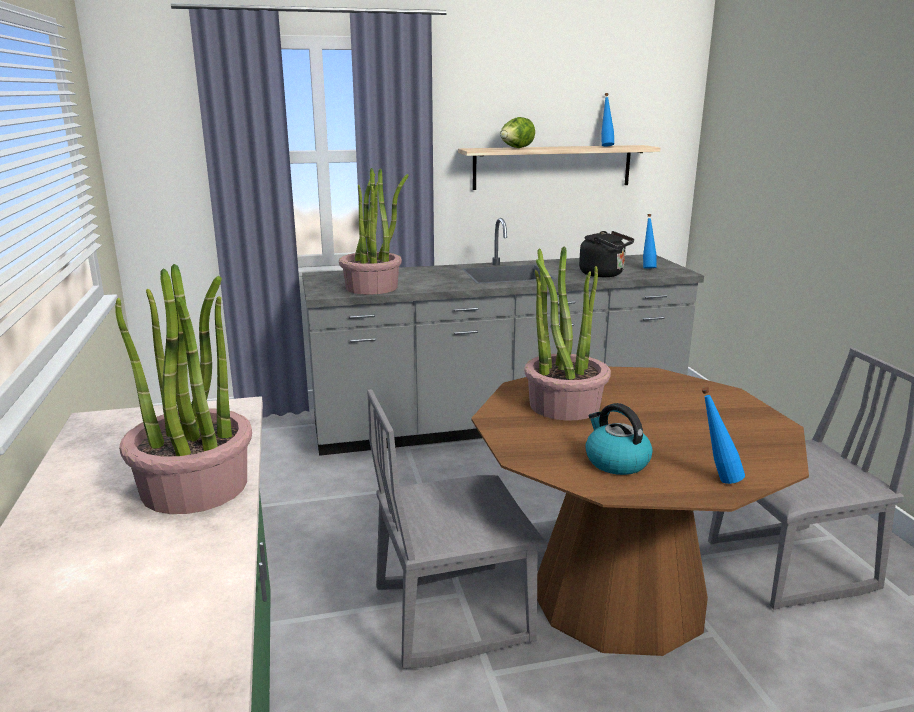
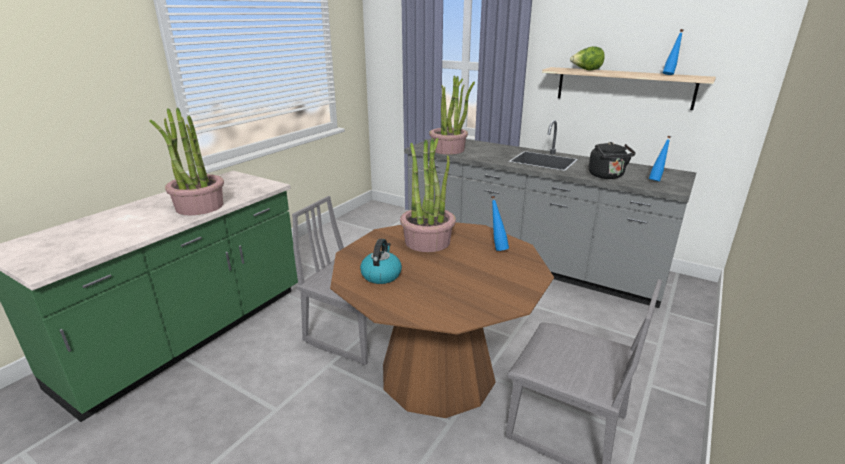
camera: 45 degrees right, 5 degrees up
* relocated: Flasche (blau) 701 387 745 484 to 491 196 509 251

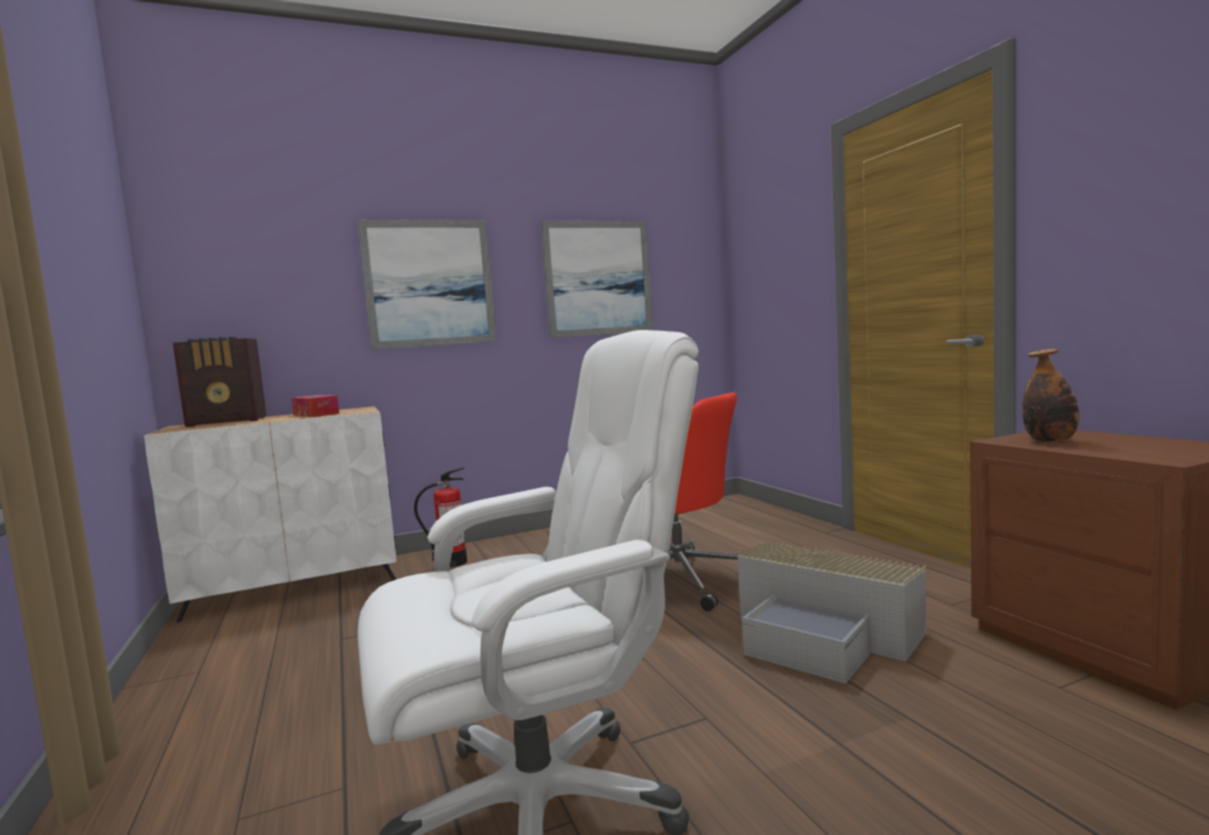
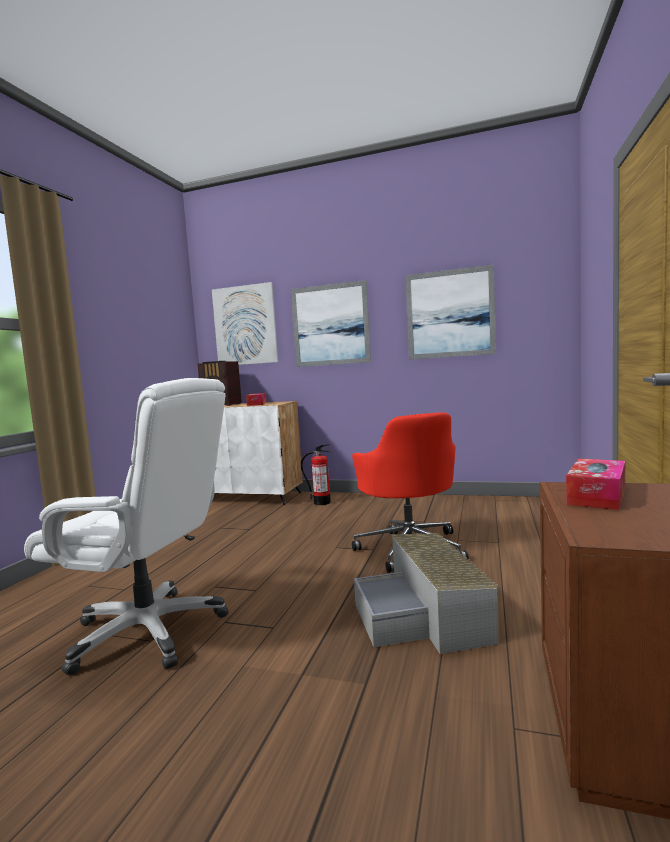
camera: 40 degrees right, 0 degrees up
* appeared: Bild 212 282 278 365
* exchanged: Flasche 1022 349 1079 442 to Taschentuchbox 566 458 625 510

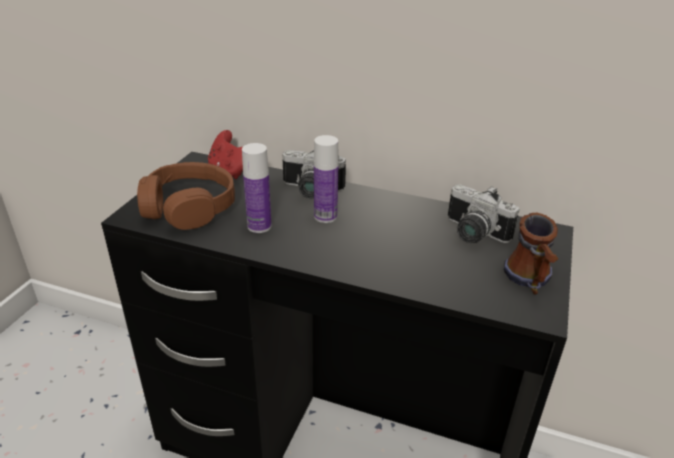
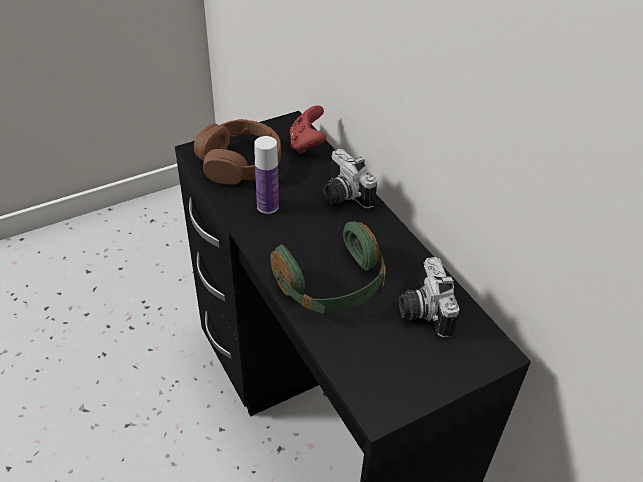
camera: 40 degrees right, 10 degrees up
* appeared: Kopfhörer (grün) 270 221 386 314
* missing: Flasche 314 135 339 223
* missing: Henkelbecher 504 213 558 295

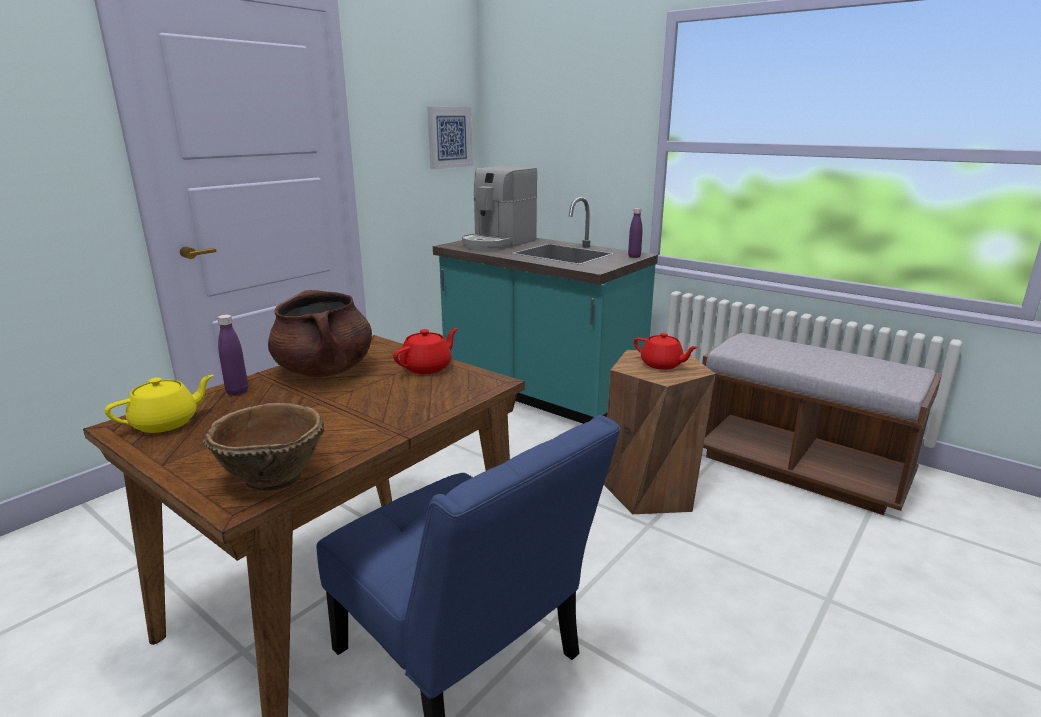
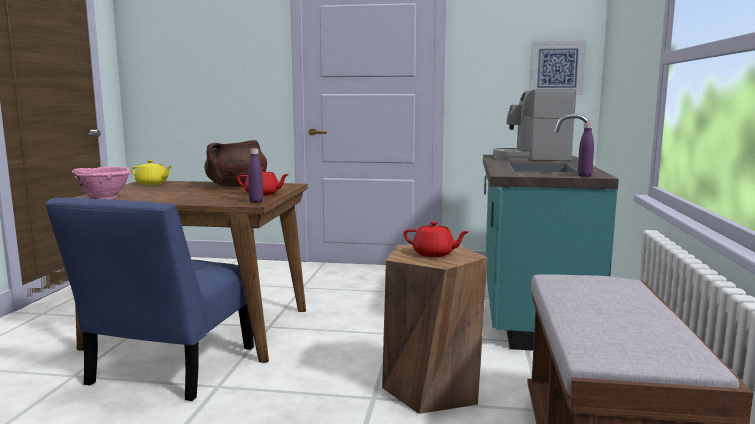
camera: 60 degrees right, 10 degrees down
* colour: Schüssel (braun) 203 403 324 491 to Schüssel (rosa) 72 167 131 199
* relocated: Flasche (lila) 217 315 248 396 to 248 149 263 203
* spun: Teekanne (rot) 634 333 698 370 = 404 221 469 257 75 degrees counterclockwise

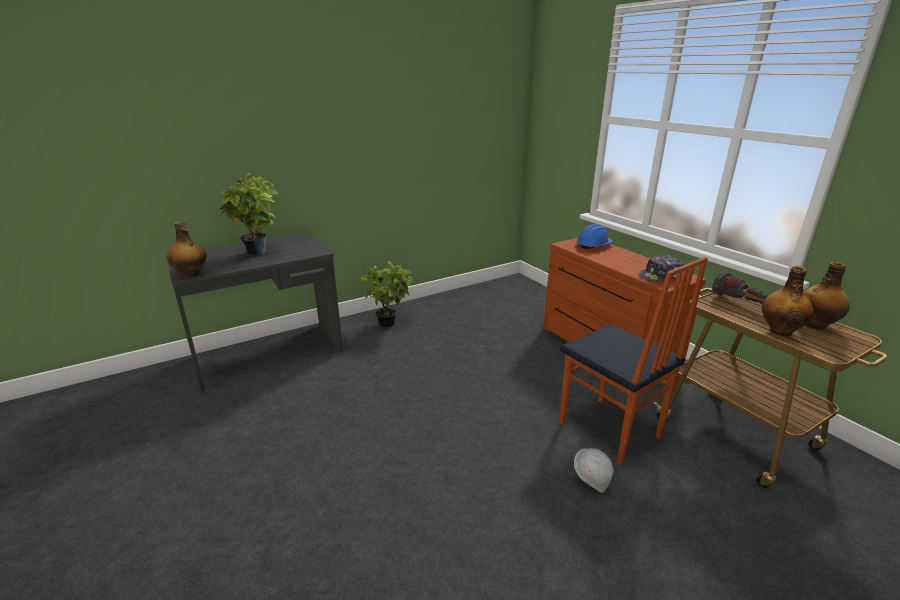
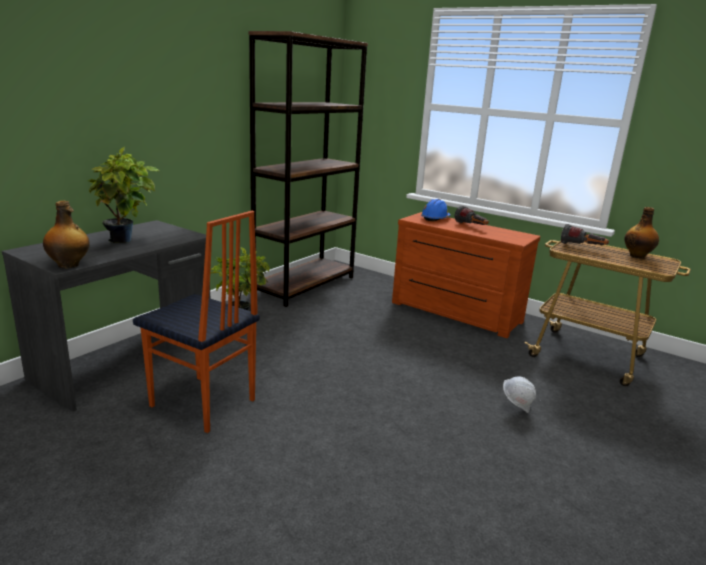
camera: 25 degrees left, 5 degrees down
* relocated: Stuhl 559 257 708 466 to 133 211 260 433
* appeared: Bücherregal (braun) 248 31 368 307
* appeared: Taschenlampe 455 206 489 225
* missing: Kappe 639 255 684 282
* missing: Flasche 762 266 814 336

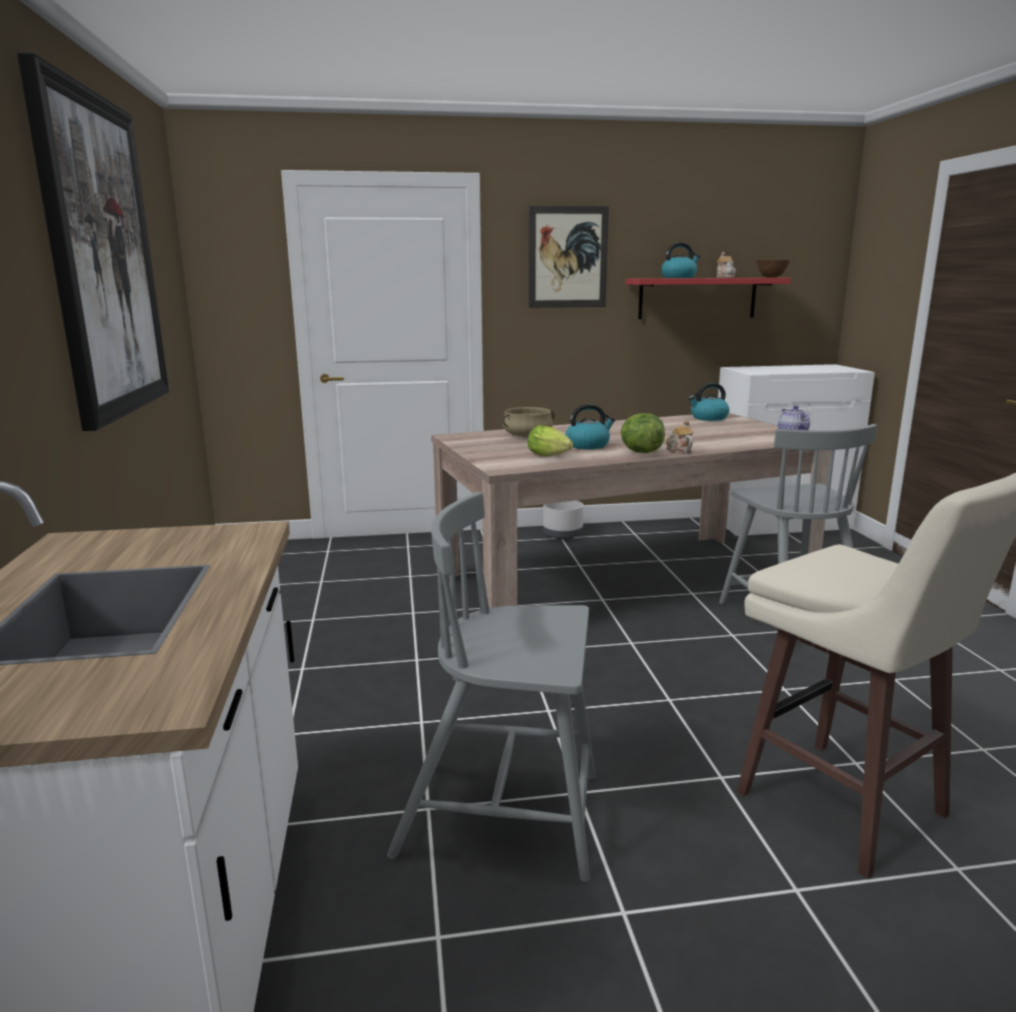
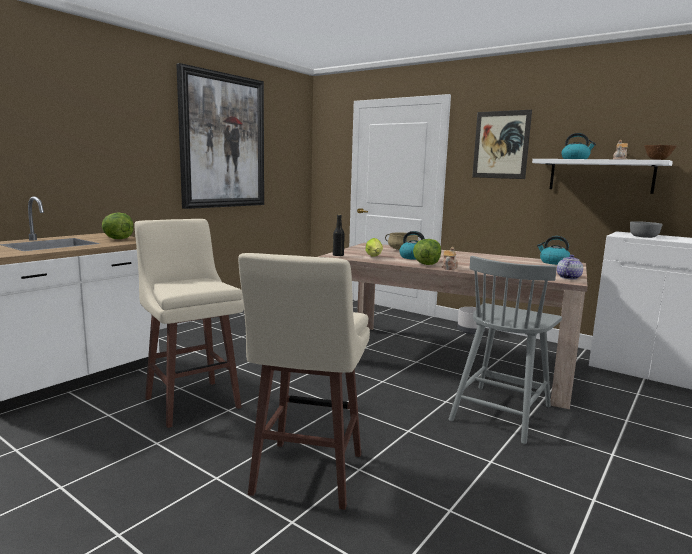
camera: 45 degrees right, 5 degrees down
* appeared: Salatkopf 102 213 134 239
* exchanged: Stuhl (grau) 387 492 596 882 to Hocker (beige) 134 219 244 428
* appeared: Flasche (schwarz) 333 215 345 256
* colour: Wandregal (rot) 626 278 791 319 to Wandregal (weiß) 532 159 673 194
* appeared: Schüssel (grau) 630 221 663 238

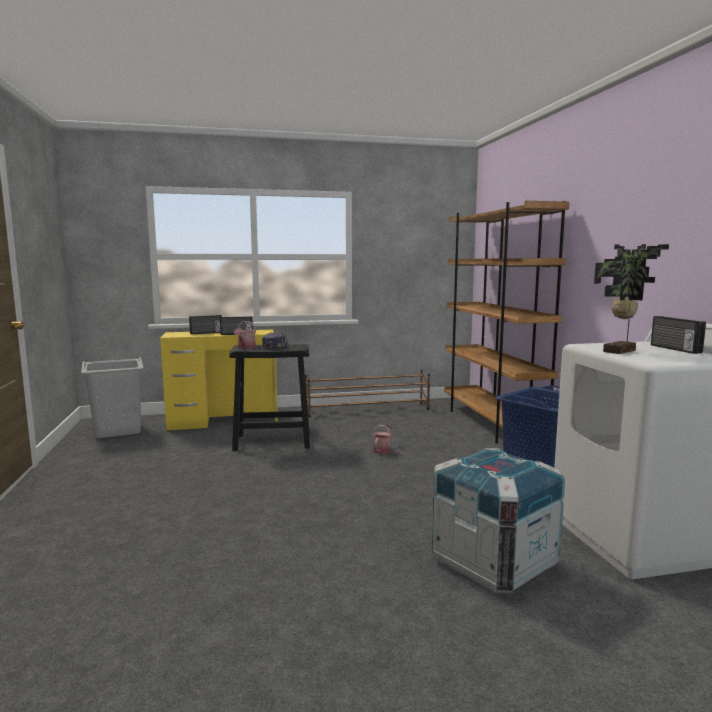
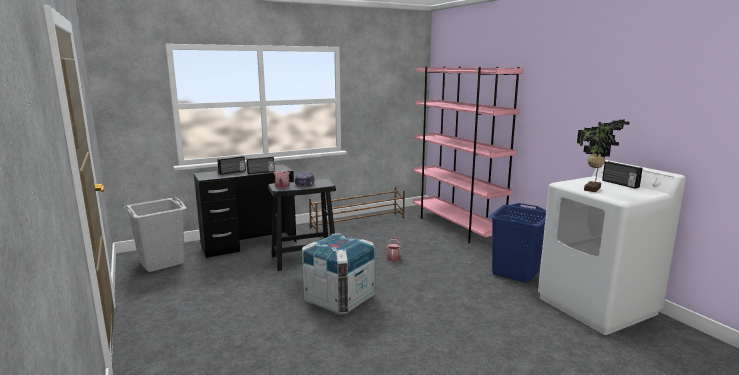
camera: 15 degrees left, 5 degrees up
* colour: Schreibtisch (gelb) 160 330 278 431 to Schreibtisch (schwarz) 194 164 296 258
* relocated: Kiste 432 448 565 594 to 302 233 376 315
* colour: Bücherregal (braun) 444 201 569 444 to Bücherregal (rosa) 413 66 524 243

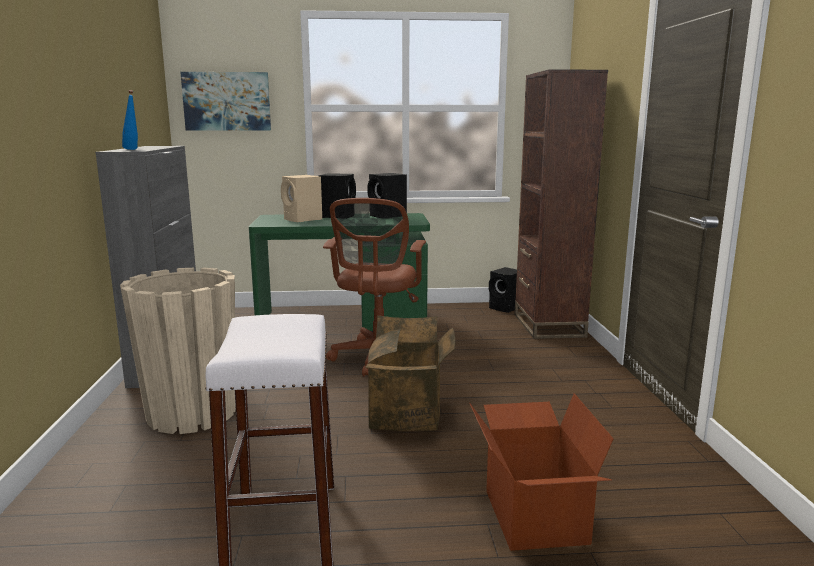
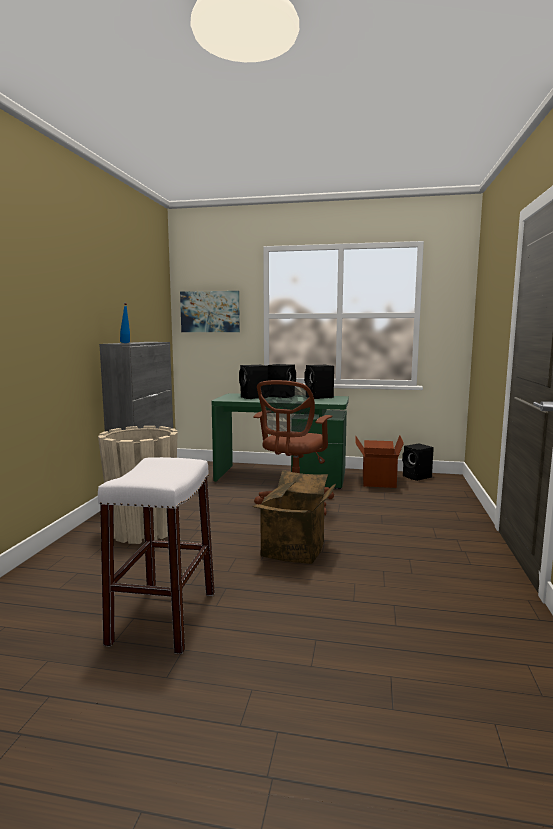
camera: 15 degrees right, 5 degrees down
* colour: Lautsprecher (beige) 281 175 322 222 to Lautsprecher (schwarz) 239 365 268 399
* relocated: Karton 469 393 614 551 to 355 435 404 488
* missing: Bücherregal (braun) 514 69 608 339

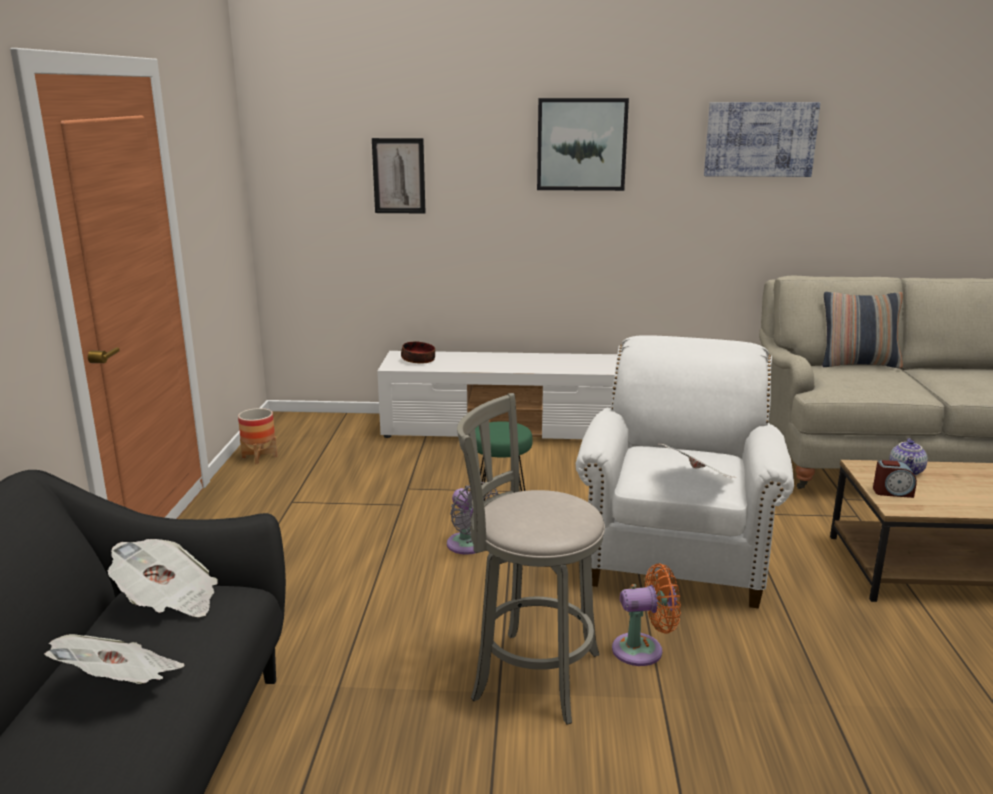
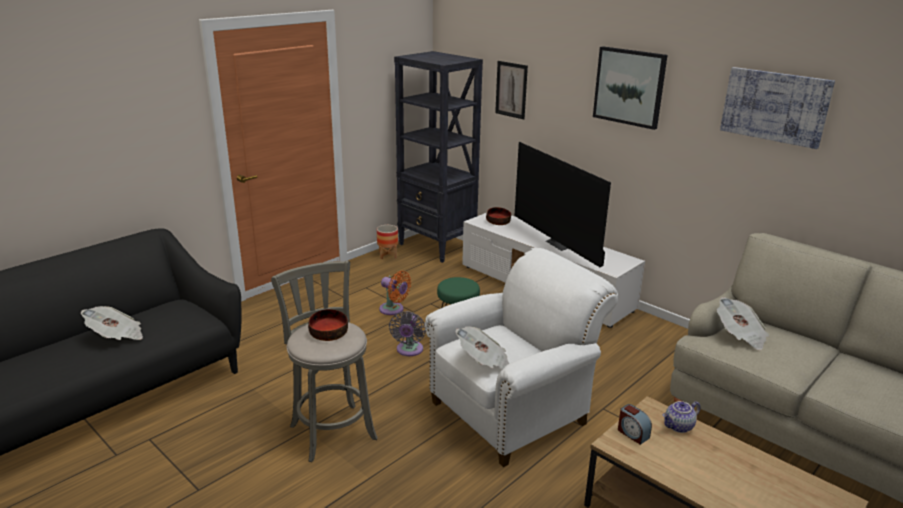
camera: 40 degrees right, 5 degrees up
* appeared: Schüssel 308 309 348 341
* relocated: Ventilator (orange) 612 563 681 666 to 379 271 411 315
* appeared: Bücherregal (schwarz) 394 51 483 263
* appeared: Fernseher 514 142 611 267
* relocated: Zeitung 108 539 218 617 to 717 297 769 351
* missing: Kissen 822 292 903 368

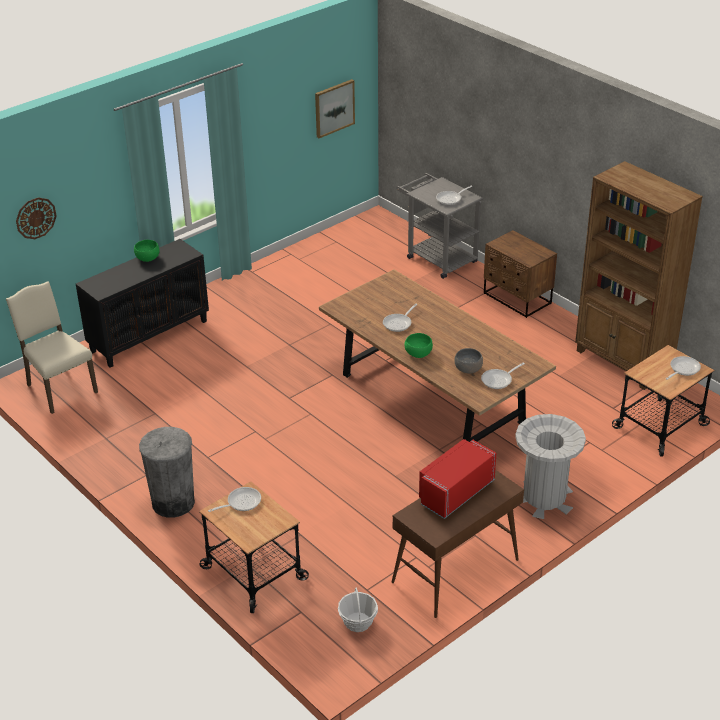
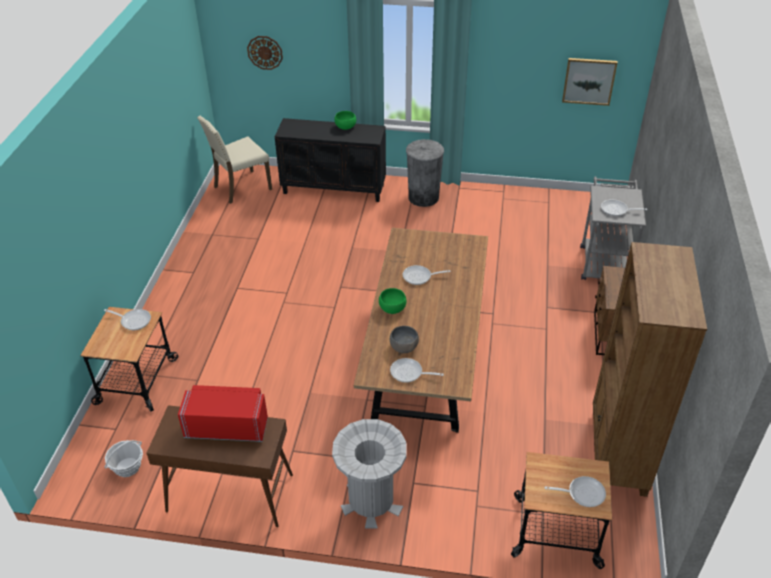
camera: 50 degrees right, 5 degrees up
* spun: Stuhl (beige) 6 281 98 414 = 197 116 272 204 135 degrees counterclockwise
* relocated: Mülleimer (grau) 139 427 195 518 to 406 139 444 207

